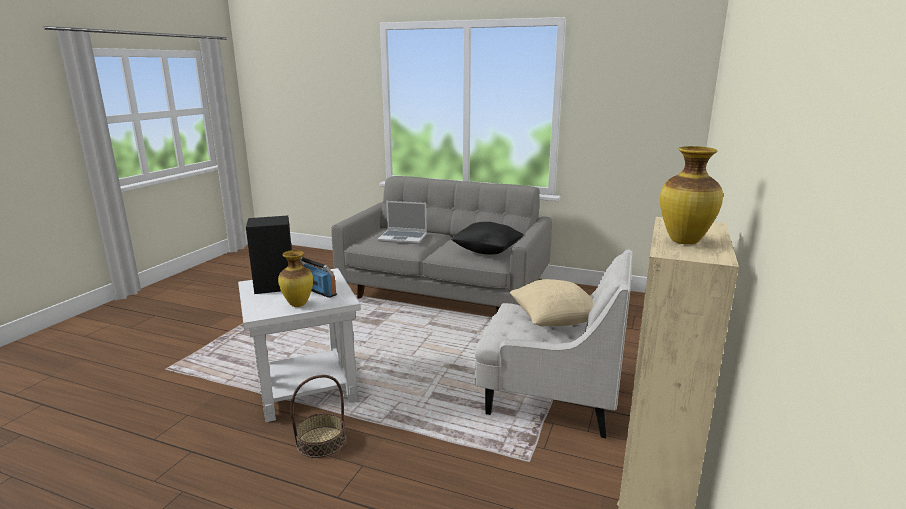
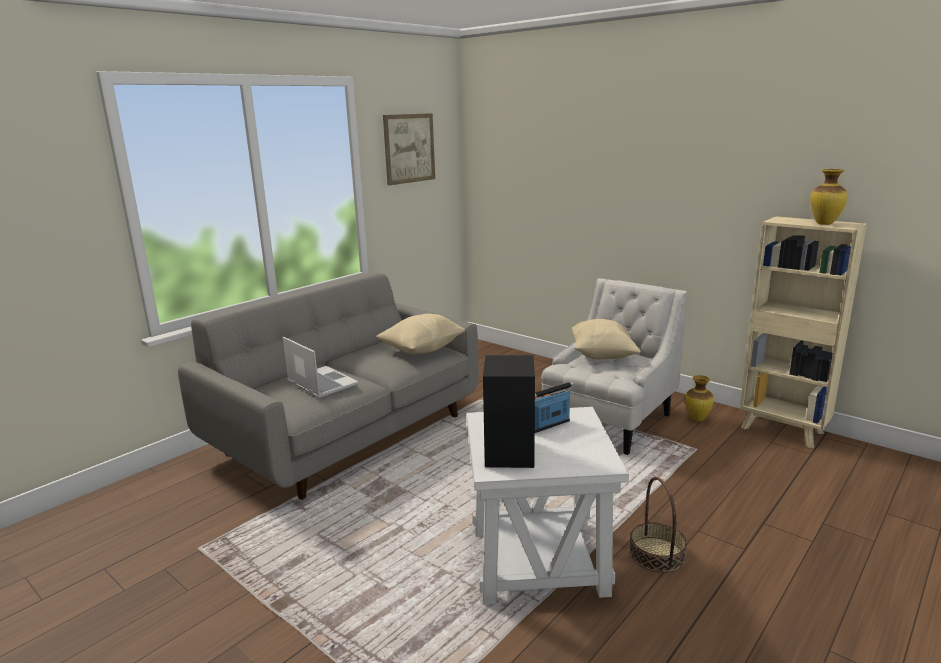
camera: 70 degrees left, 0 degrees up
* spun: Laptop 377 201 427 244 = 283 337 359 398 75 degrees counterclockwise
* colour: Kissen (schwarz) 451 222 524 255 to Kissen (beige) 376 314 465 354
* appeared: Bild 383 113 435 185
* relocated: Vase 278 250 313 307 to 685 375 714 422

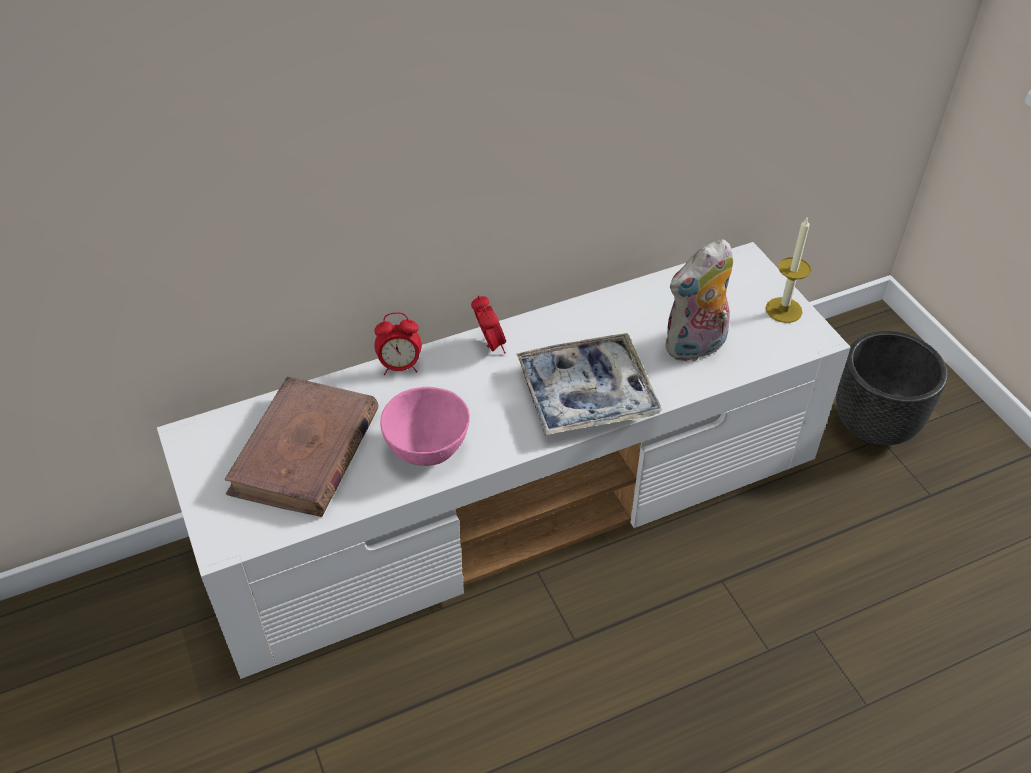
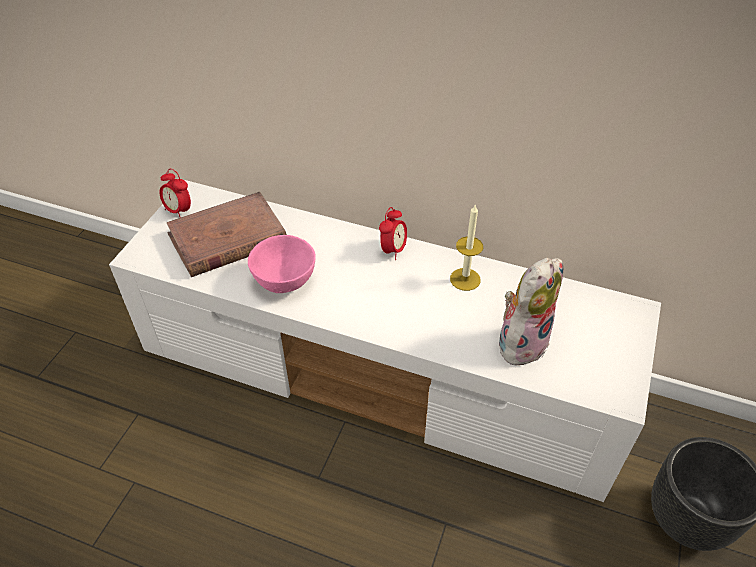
camera: 45 degrees right, 0 degrees up
* relocated: Wecker 374 312 422 375 to 159 169 191 218
* relocated: Kerze 766 218 811 323 to 450 205 483 291
* spun: Plüschtier 665 239 733 361 = 499 258 563 367 120 degrees clockwise
* missing: Tablett 517 333 662 436

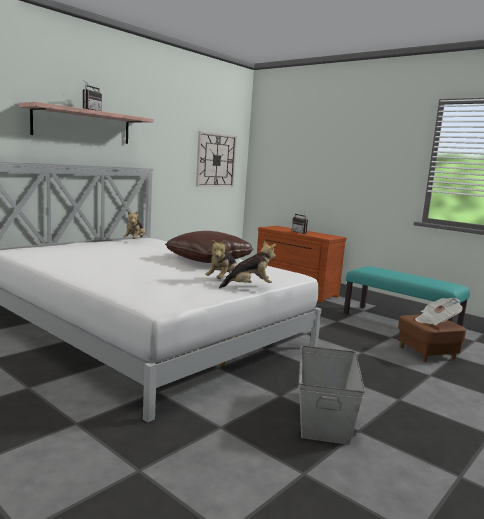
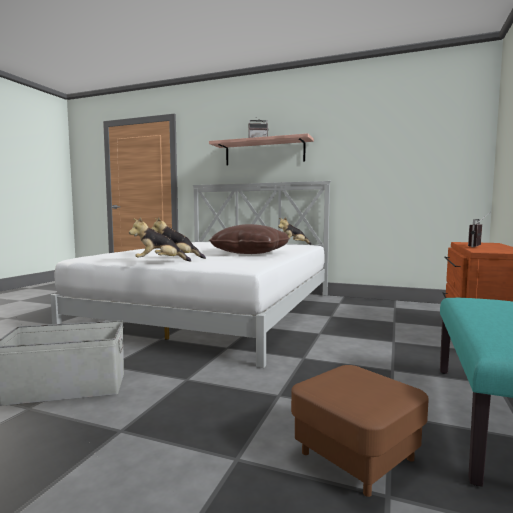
camera: 70 degrees right, 5 degrees down
* spun: Plüschtier 219 240 276 288 = 129 217 192 262 120 degrees clockwise
* missing: Wanduhr 196 131 237 187
* missing: Zeitung 415 298 463 325

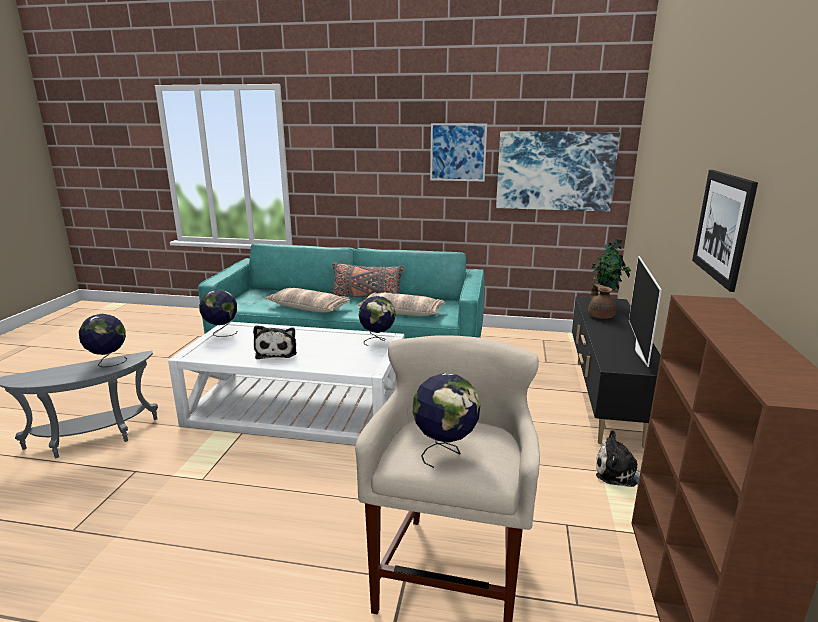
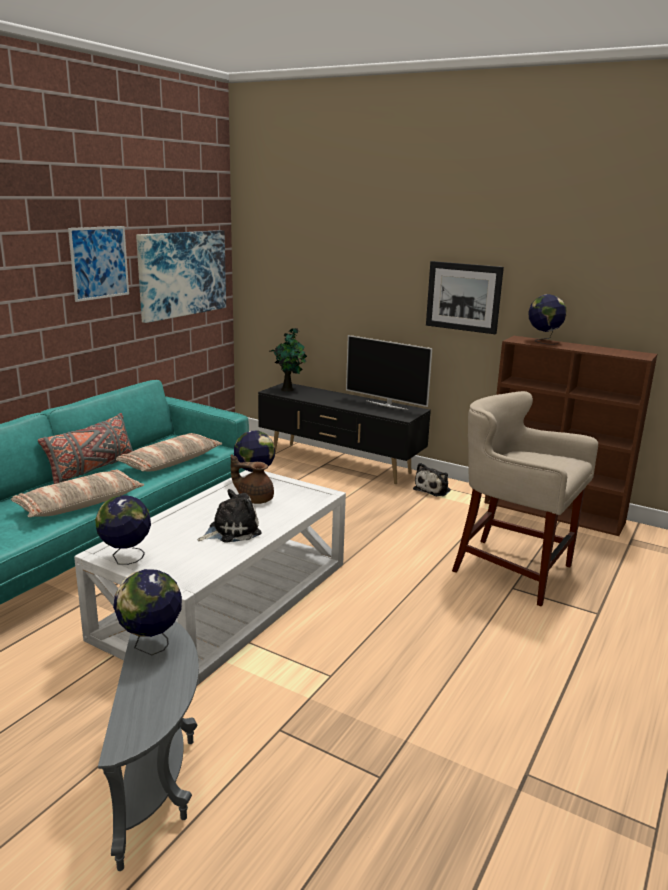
camera: 70 degrees left, 0 degrees up
* spun: Plüschtier 253 325 297 359 = 197 489 262 543 45 degrees counterclockwise
* relocated: Teekanne (braun) 588 276 616 319 to 231 454 274 504
* relocated: Globus 412 373 480 468 to 528 294 567 345

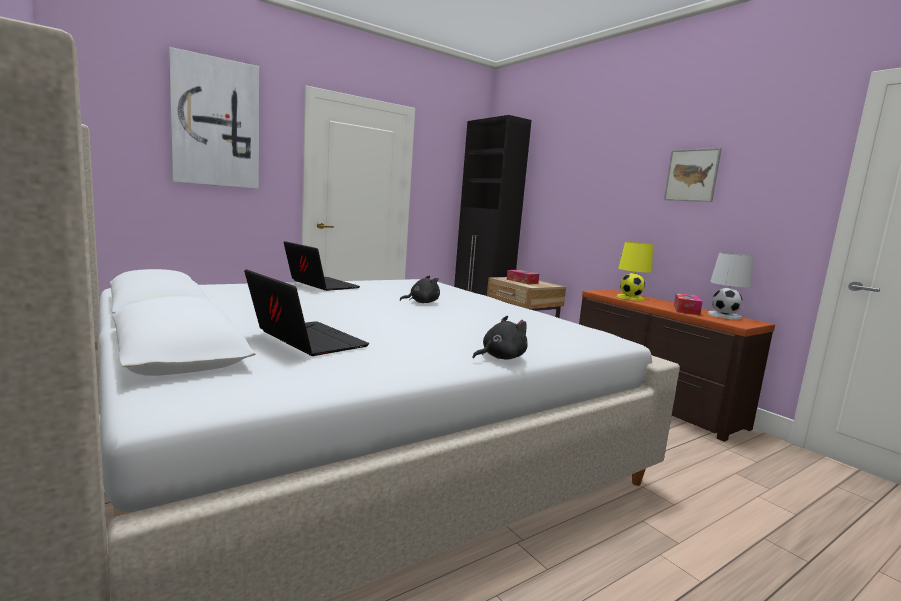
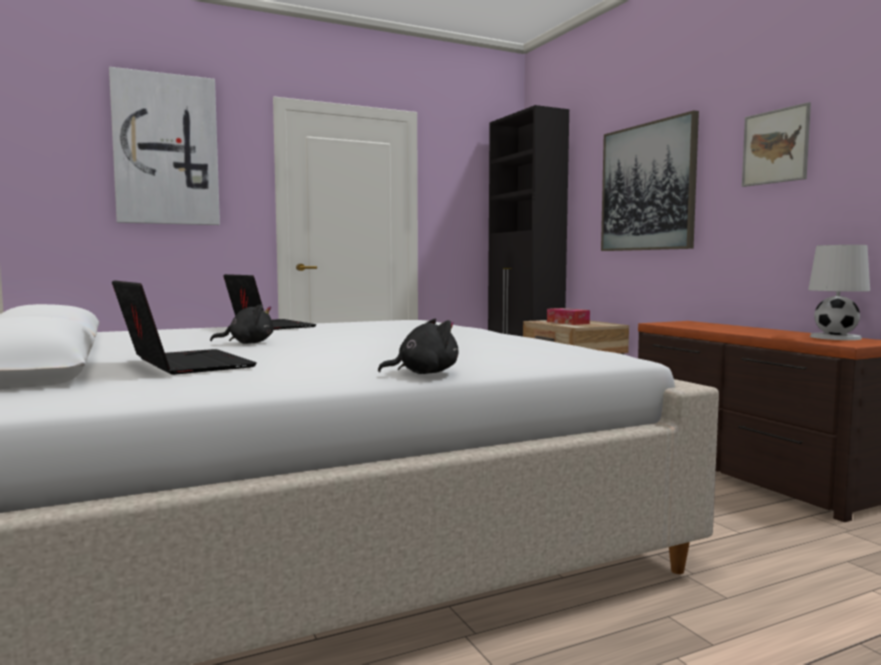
camera: 10 degrees right, 5 degrees down
* relocated: Plüschtier (schwarz) 400 275 440 303 to 210 304 273 344
* appeared: Bild 601 110 699 251
* missing: Tischlampe (gelb) 617 242 653 301
* missing: Taschentuchbox 674 293 703 315

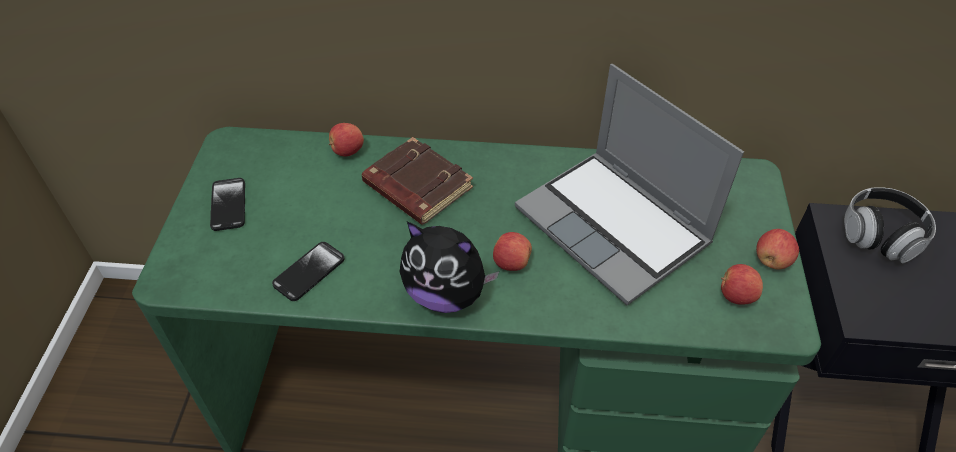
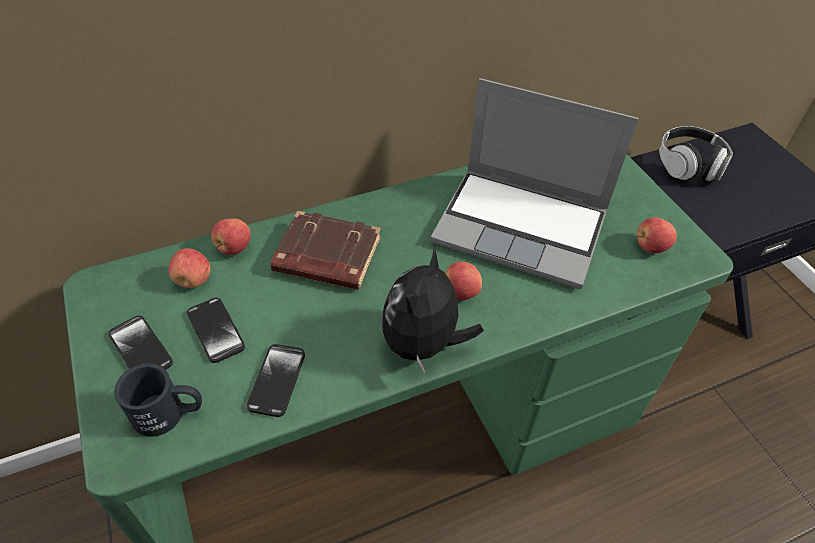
camera: 30 degrees left, 0 degrees up
* appeared: Henkelbecher (schwarz) 114 363 202 437
* relocated: Apfel 756 229 799 269 to 168 248 211 288
* appeared: Handy 187 298 245 363
* spun: Plüschtier 400 221 499 313 = 382 248 484 374 120 degrees clockwise

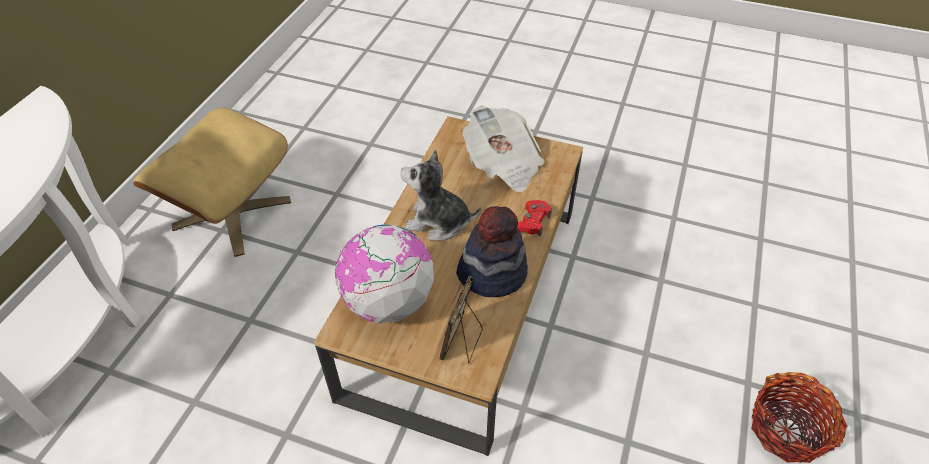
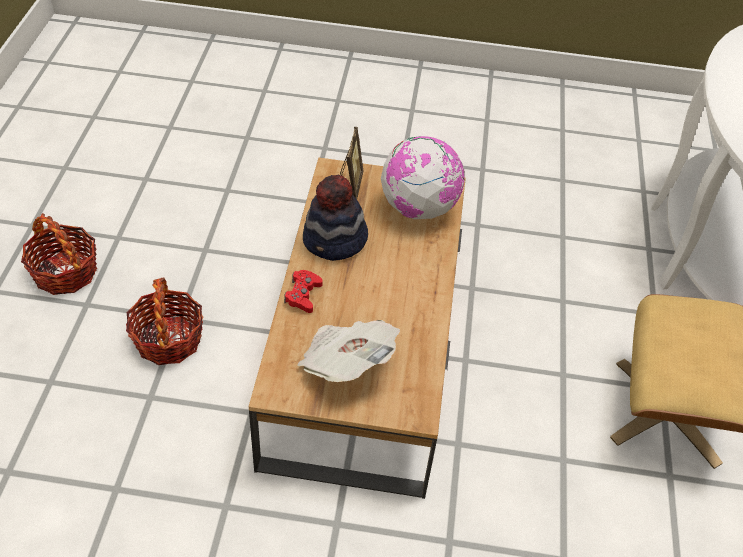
camera: 165 degrees right, 0 degrees up
* appeared: Korb 126 277 203 365
* missing: Plüschtier 400 150 481 241

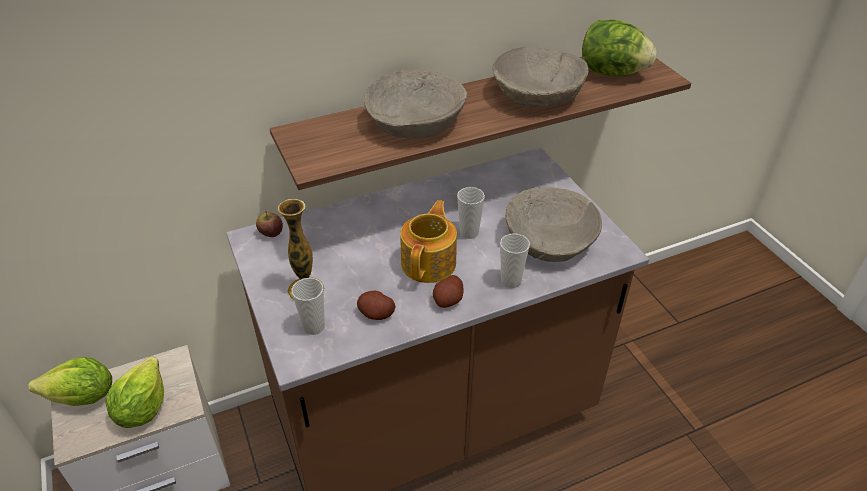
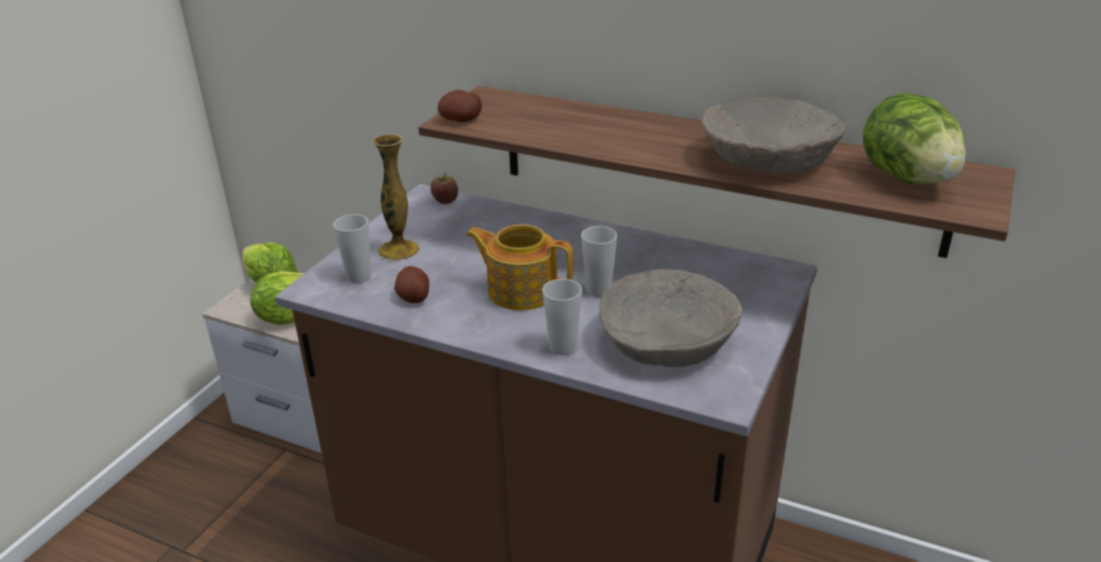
camera: 50 degrees right, 10 degrees down
* relocated: Kartoffel 433 275 463 308 to 437 90 482 122
* spun: Teekanne 400 200 457 283 = 466 224 573 310 135 degrees counterclockwise
* missing: Schüssel (beige) 364 69 467 138

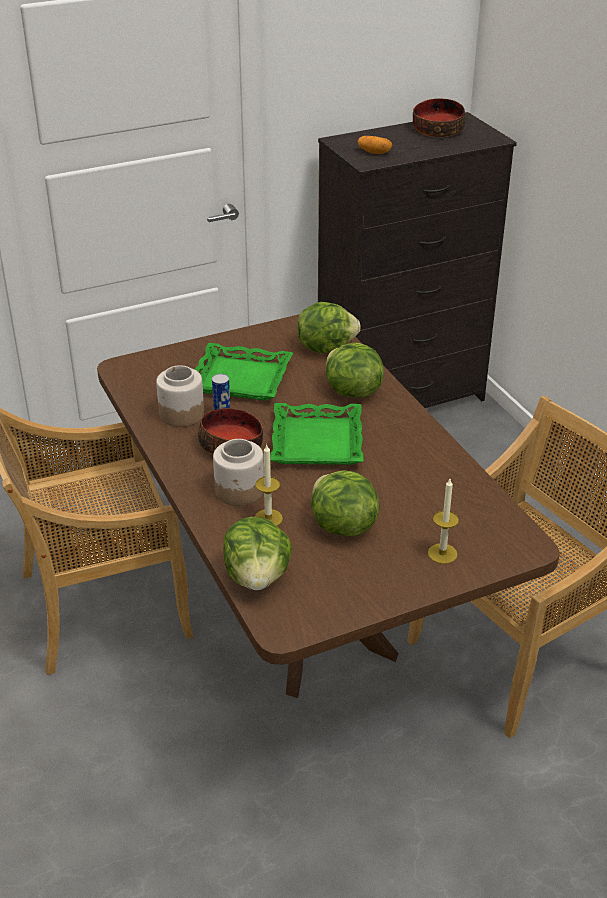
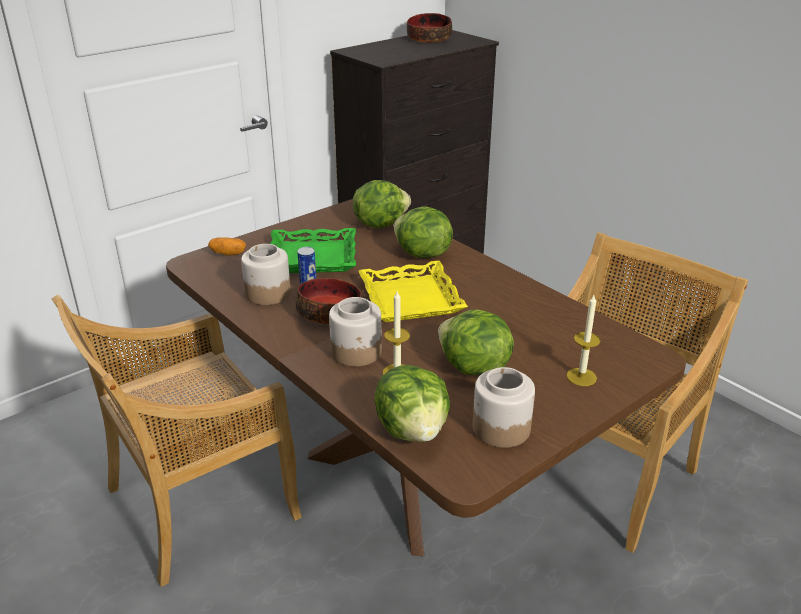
camera: 15 degrees left, 5 degrees down
* relocated: Kartoffel 358 136 392 154 to 208 238 246 256
* colour: Tablett (grün) 270 403 363 465 to Tablett (gelb) 359 261 468 322
* appeared: Vorratsglas 473 367 535 448

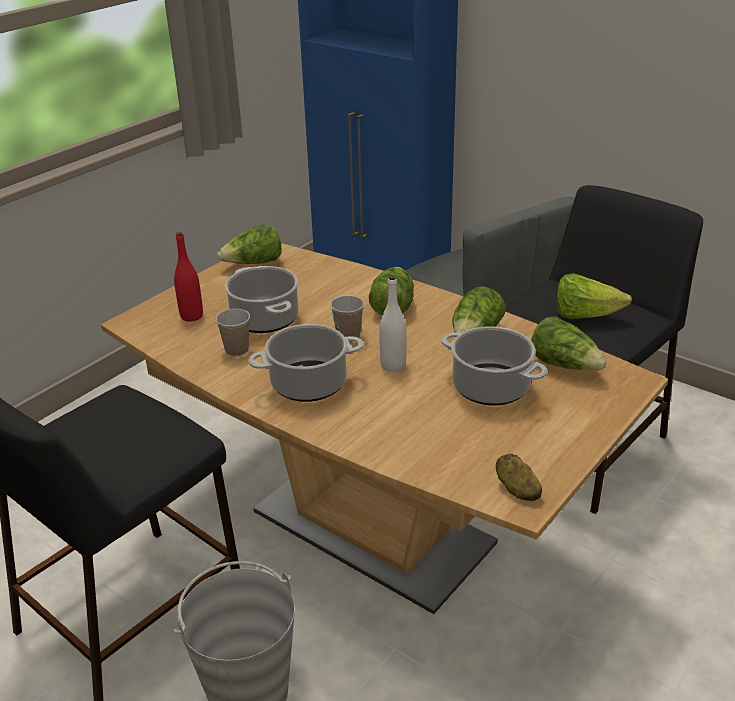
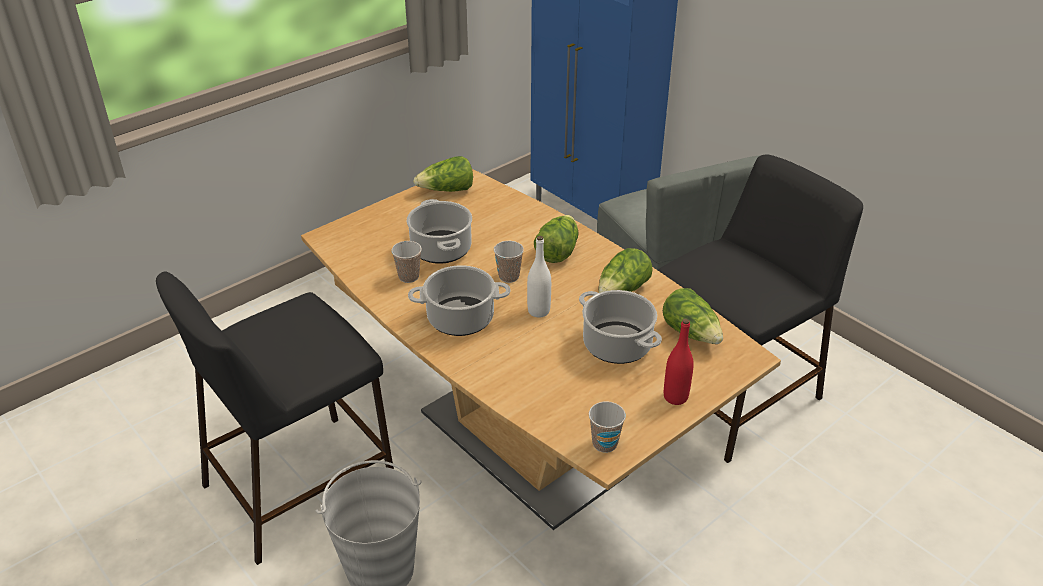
camera: 10 degrees right, 5 degrees up
* exchanged: Kartoffel 496 454 542 501 to Tasse 589 401 626 453
* relocated: Flasche (rot) 174 232 203 321 to 664 318 694 405
* missing: Salatkopf 557 273 632 319

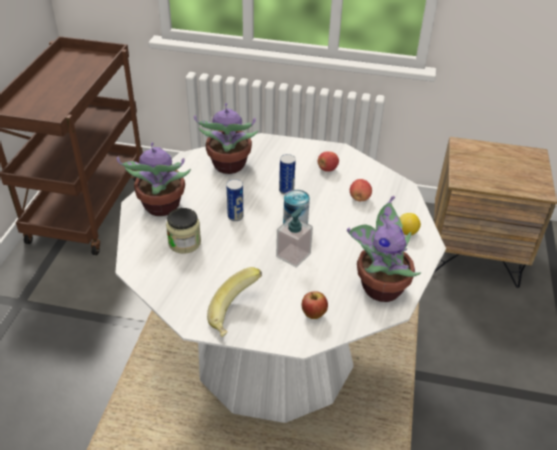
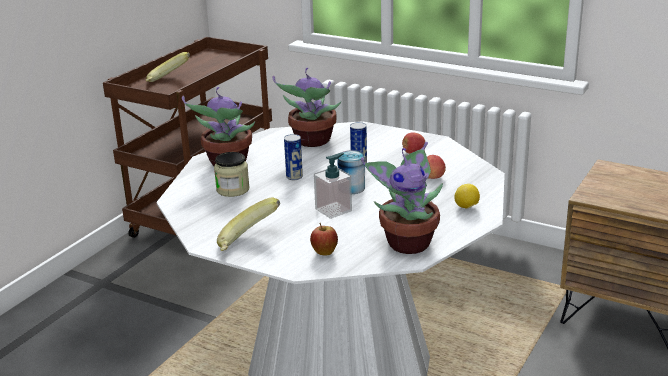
camera: 20 degrees right, 15 degrees down
* appeared: Banane 146 52 190 82

